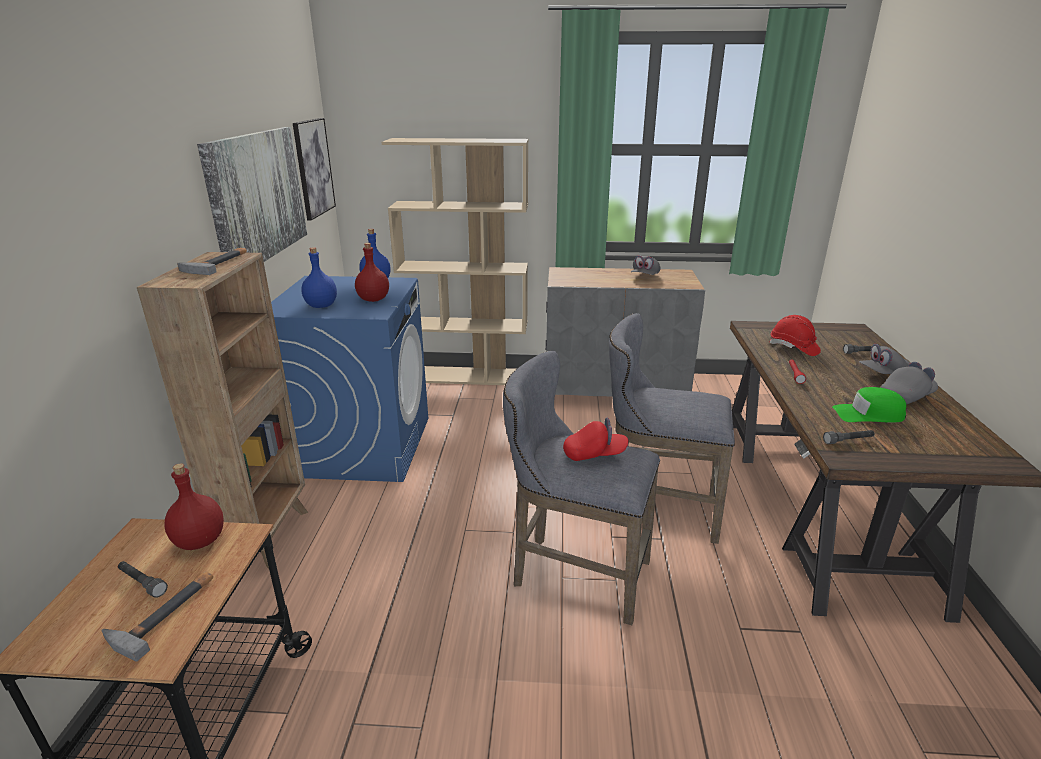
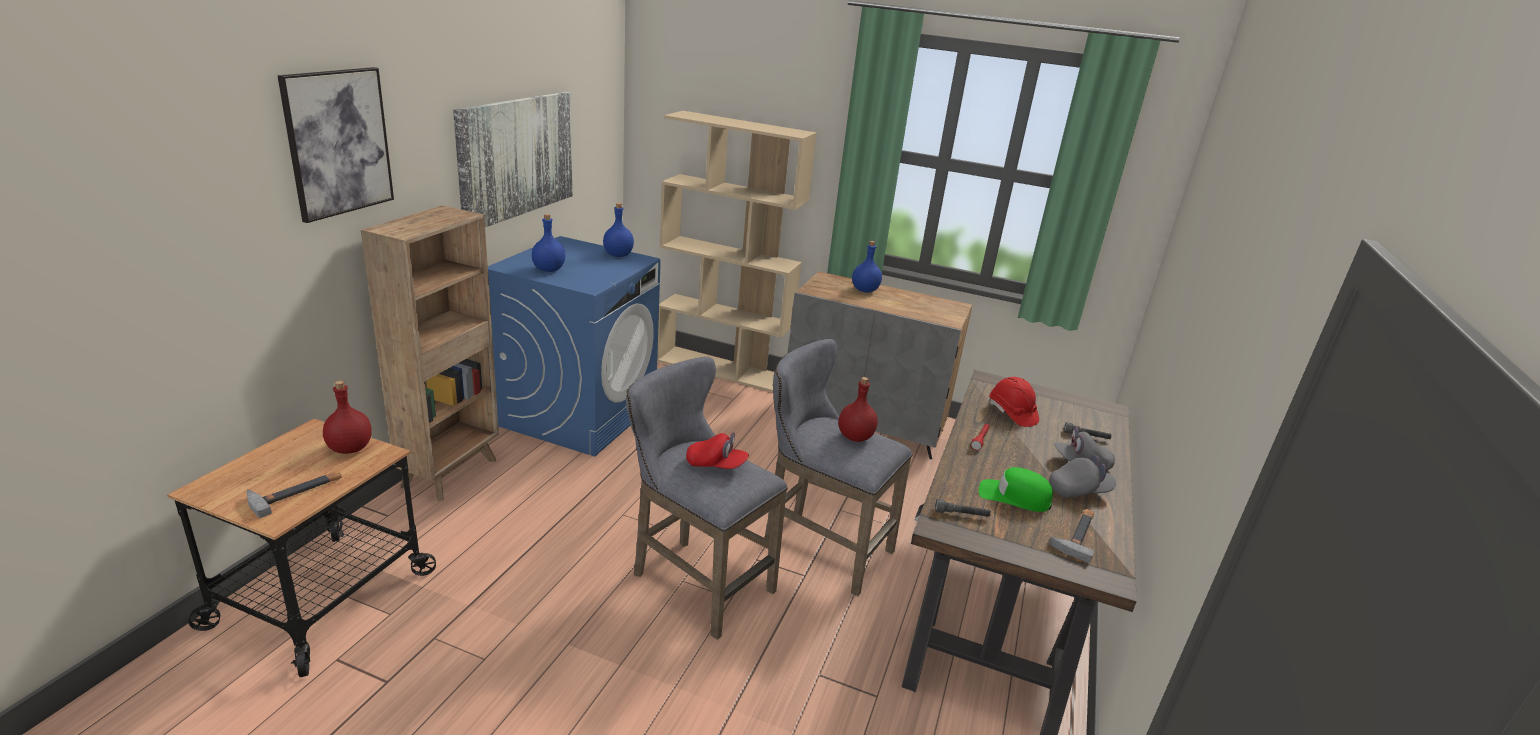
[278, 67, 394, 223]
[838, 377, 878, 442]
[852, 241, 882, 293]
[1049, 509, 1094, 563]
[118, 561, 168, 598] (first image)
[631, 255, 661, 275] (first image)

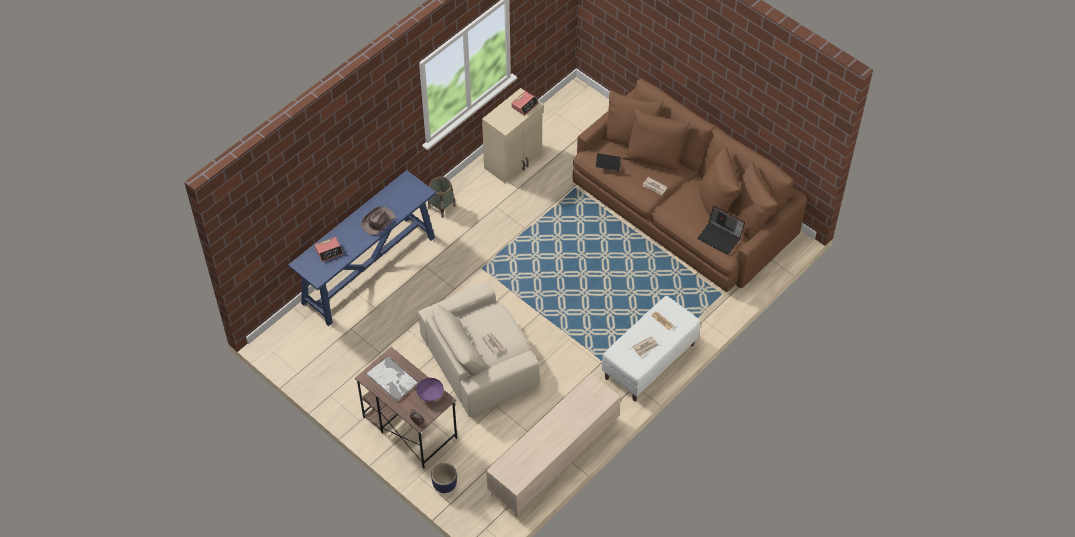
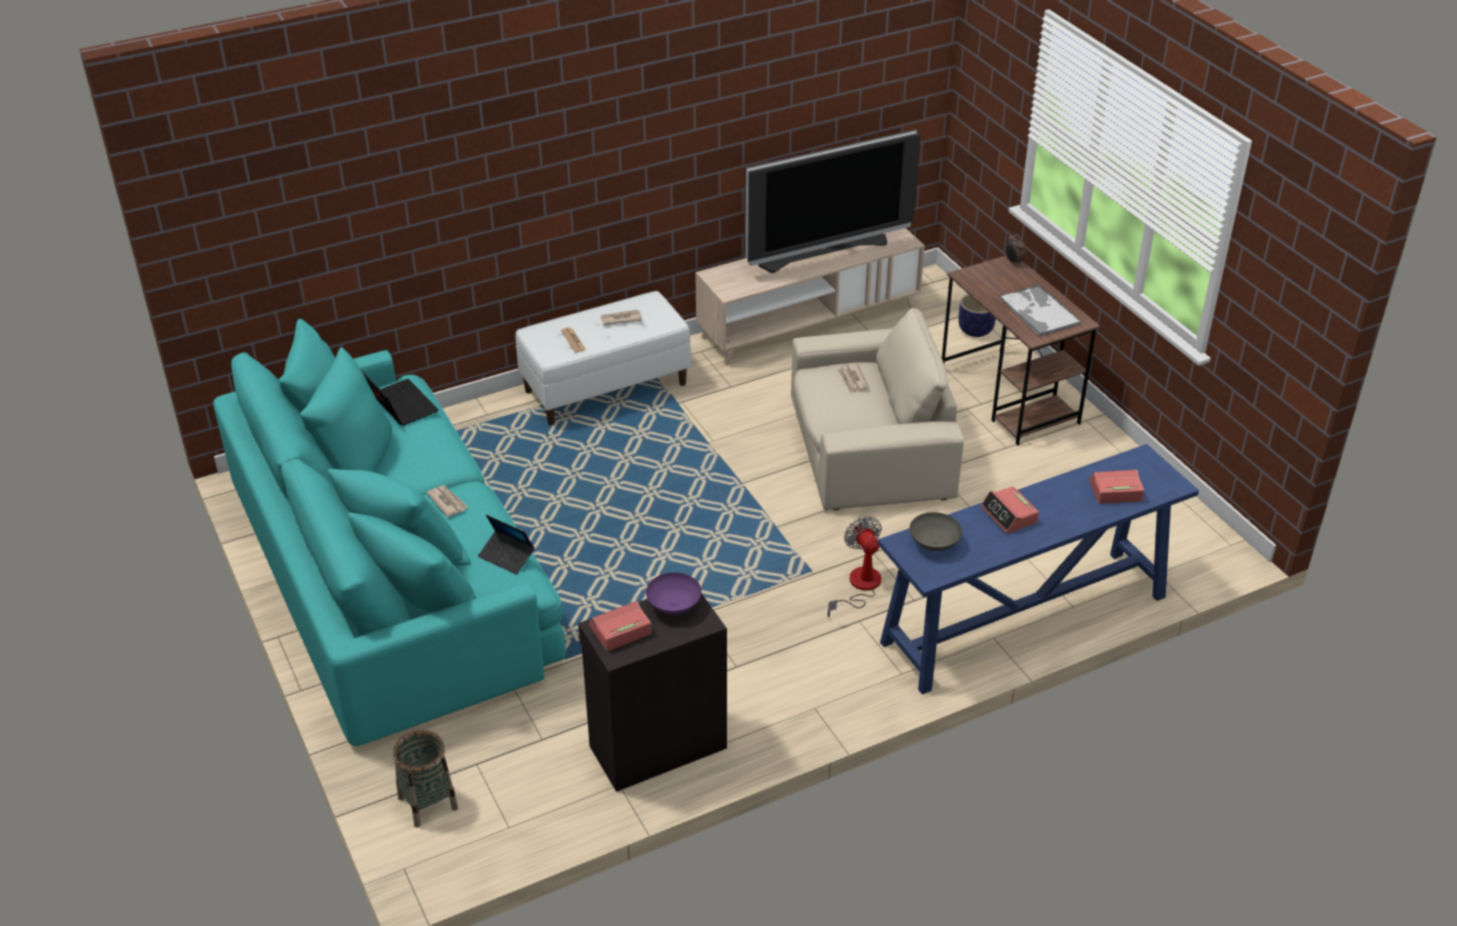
[213, 319, 566, 746]
[393, 730, 458, 828]
[578, 593, 727, 792]
[646, 573, 701, 615]
[745, 129, 921, 273]
[827, 517, 882, 617]
[910, 512, 962, 551]
[981, 486, 1039, 534]

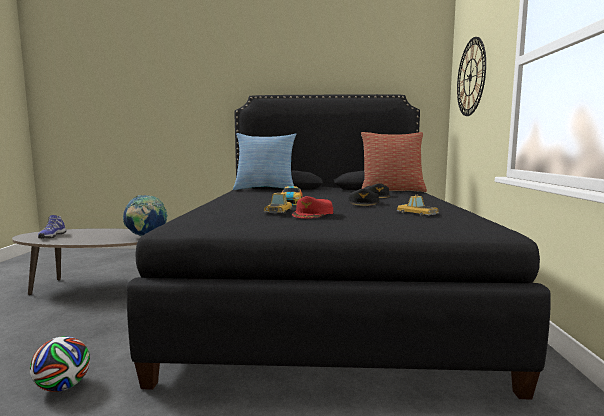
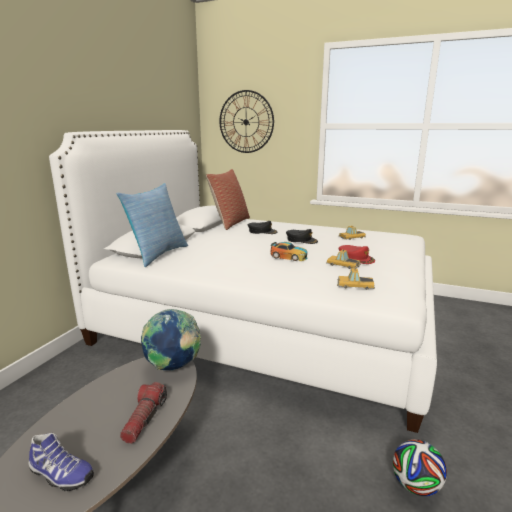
[49, 130, 437, 433]
[120, 382, 167, 444]
[337, 268, 375, 290]

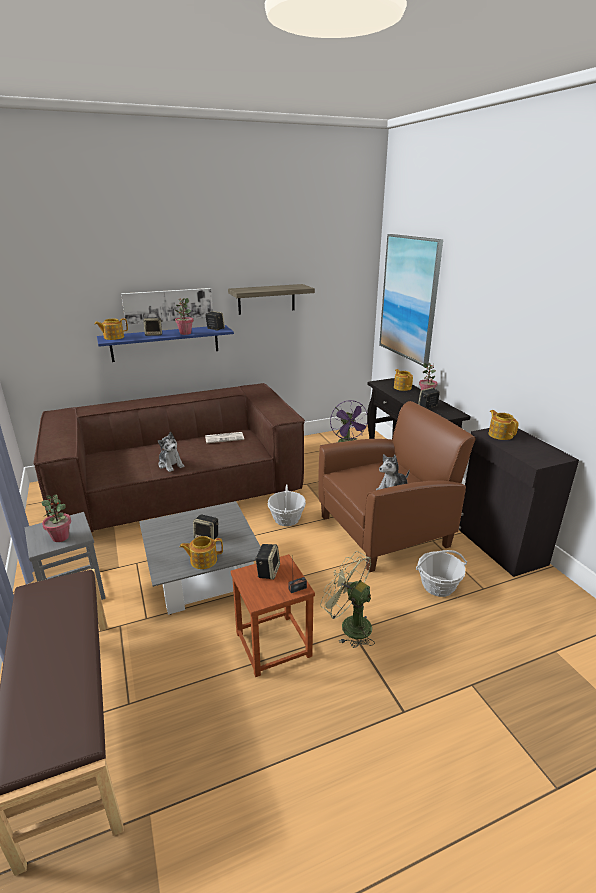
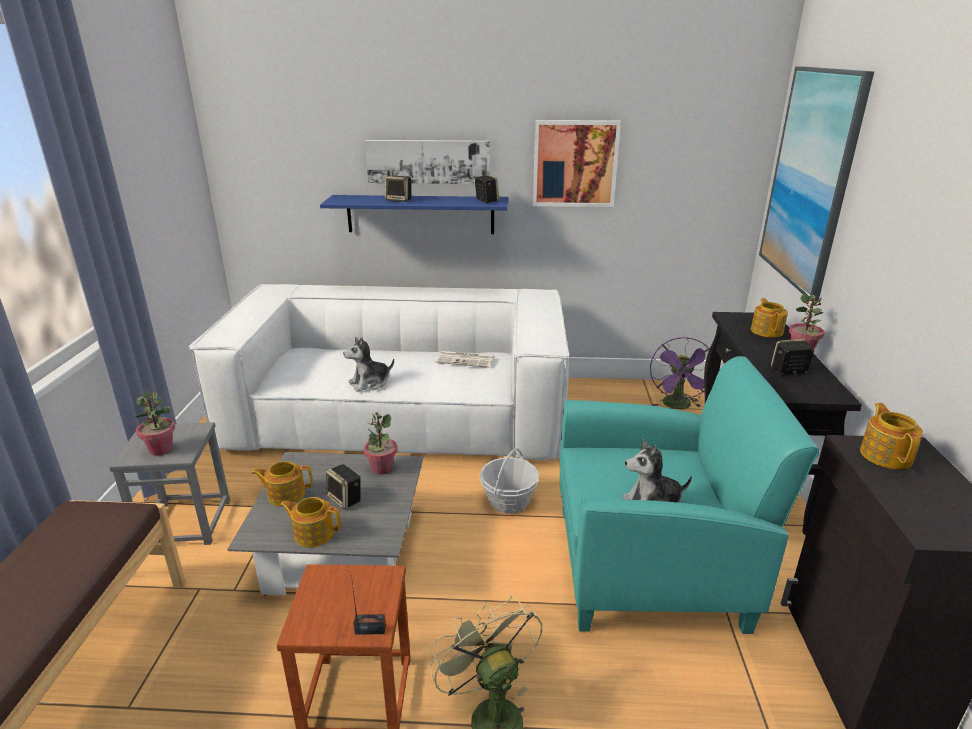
[188, 284, 569, 460]
[251, 461, 313, 506]
[343, 337, 394, 392]
[363, 412, 397, 475]
[533, 120, 621, 207]
[560, 356, 819, 634]
[255, 544, 280, 580] (first image)
[416, 550, 467, 597] (first image)

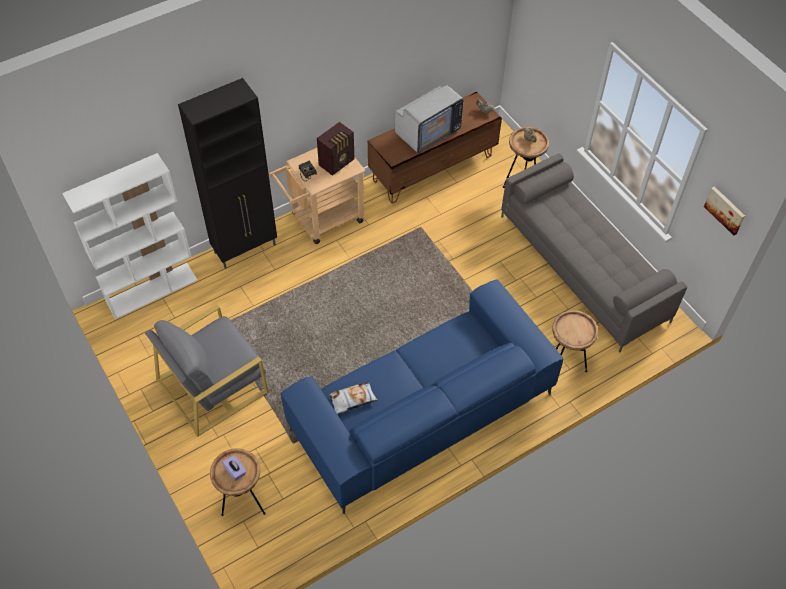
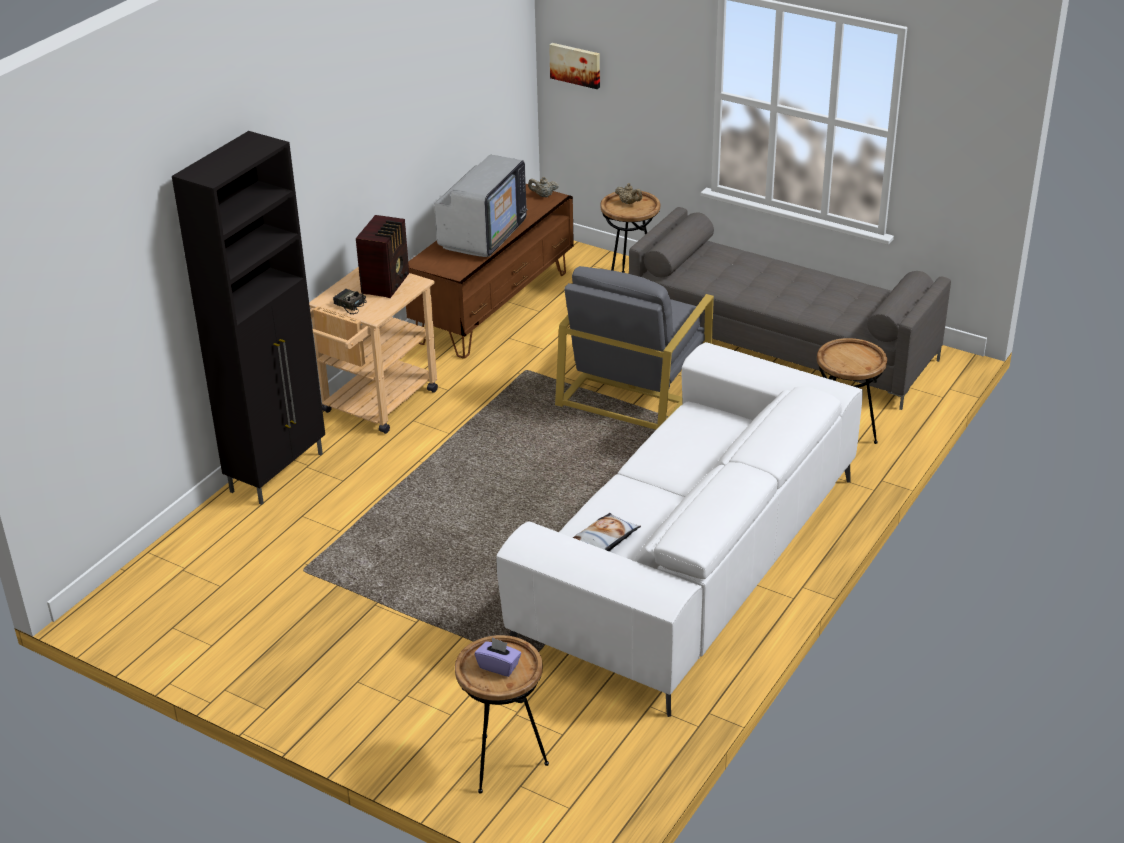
[496, 342, 863, 717]
[549, 43, 600, 89]
[555, 266, 714, 430]
[62, 153, 198, 319] (first image)

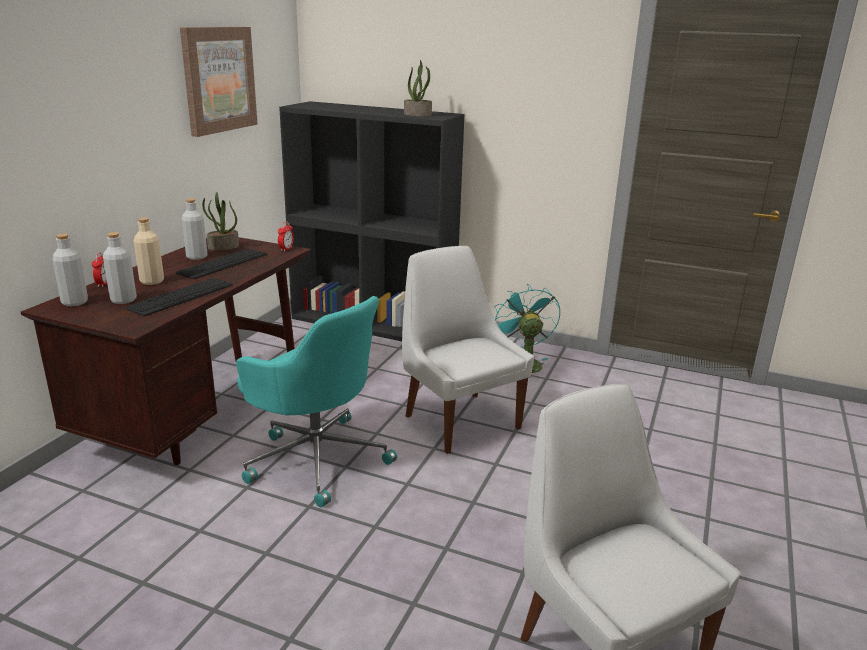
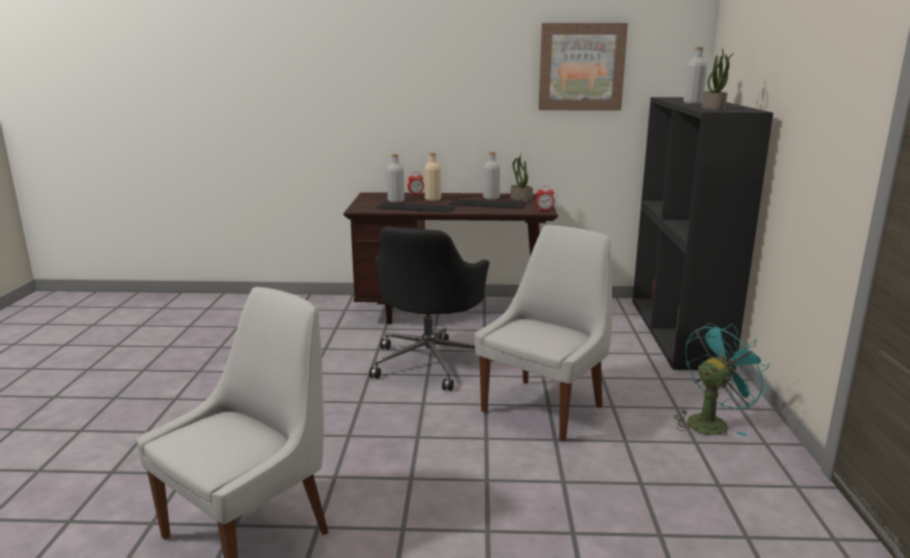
[369, 226, 493, 391]
[683, 47, 707, 104]

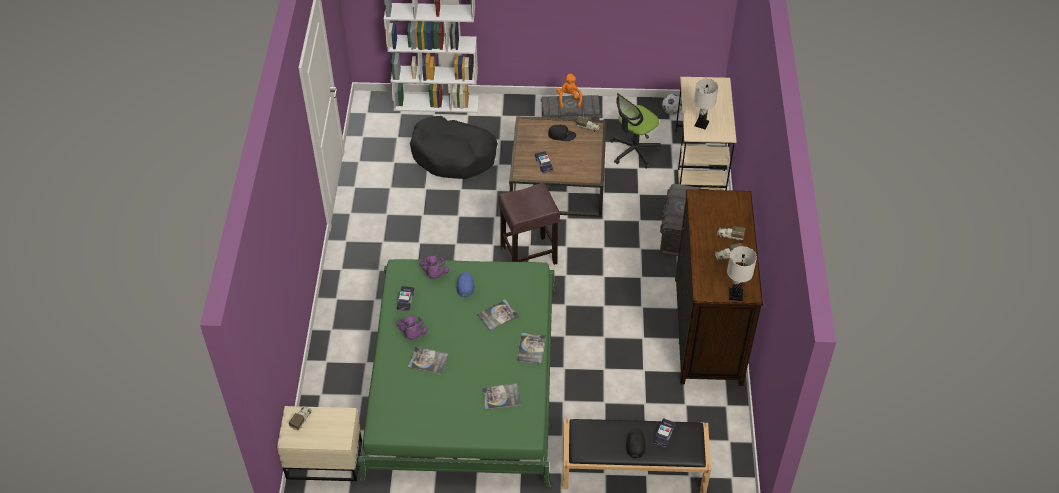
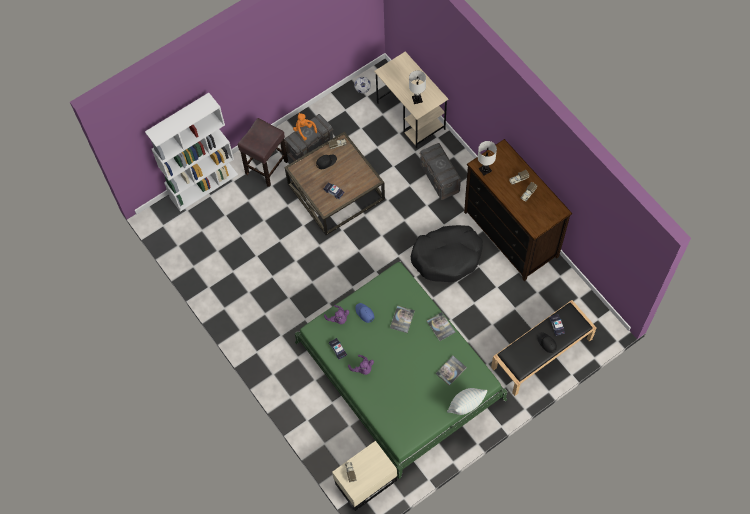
[238, 118, 288, 187]
[411, 225, 483, 282]
[447, 388, 487, 415]
[478, 141, 497, 175]
[408, 347, 449, 375] (first image)
[610, 93, 661, 169] (first image)

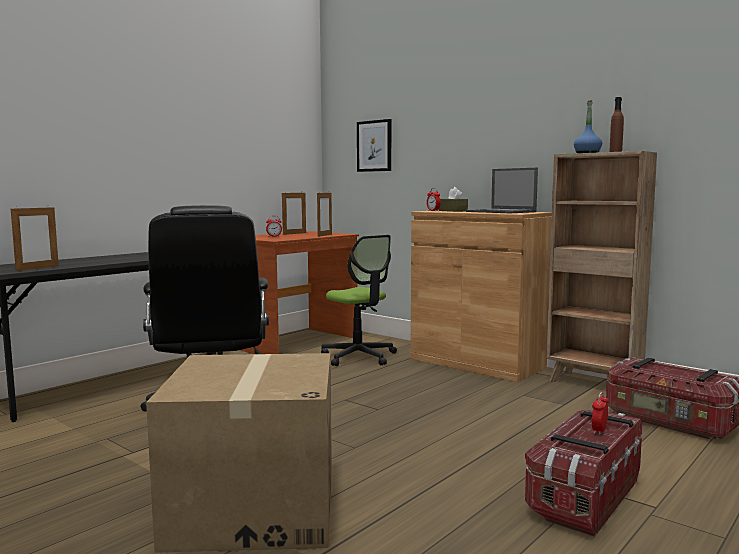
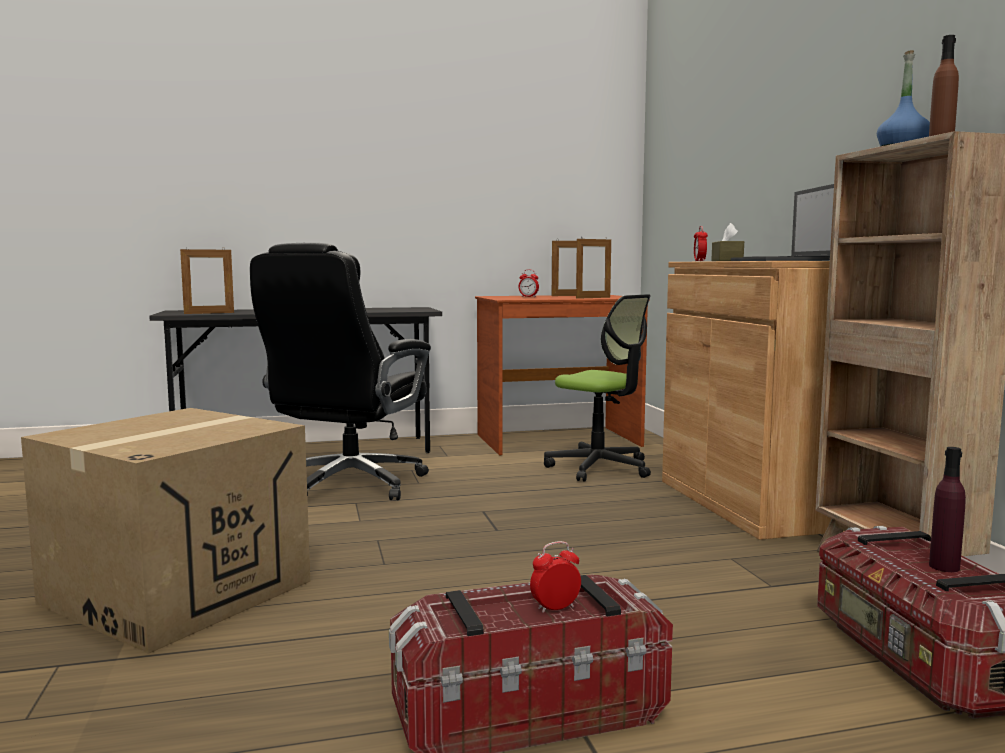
[544, 294, 651, 482]
[929, 447, 966, 572]
[357, 119, 391, 172] (first image)

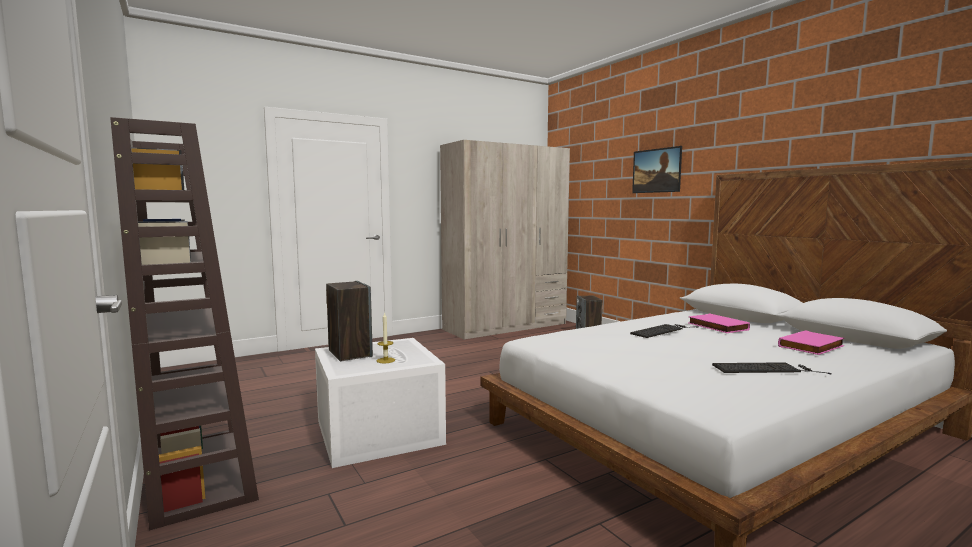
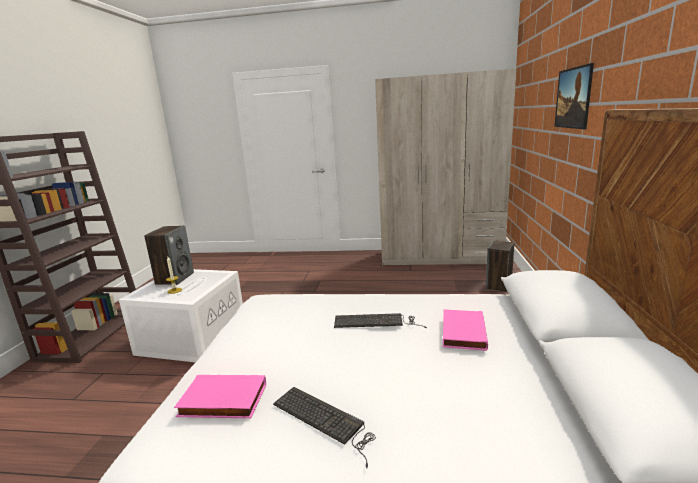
[174, 375, 266, 418]

